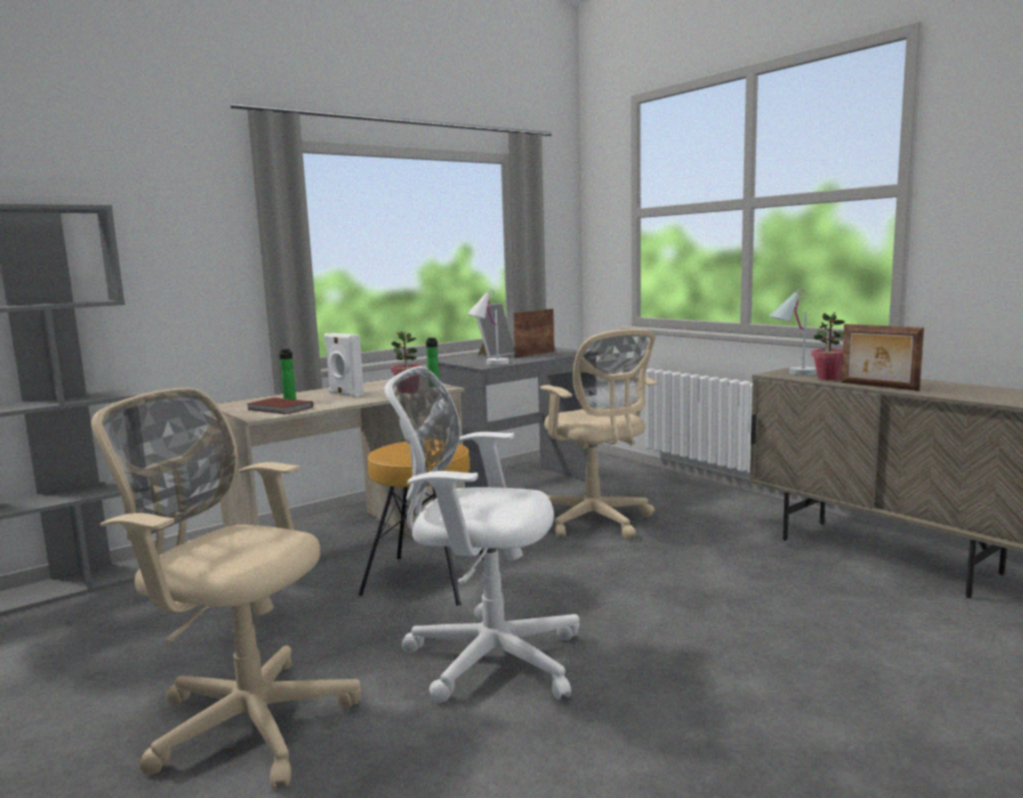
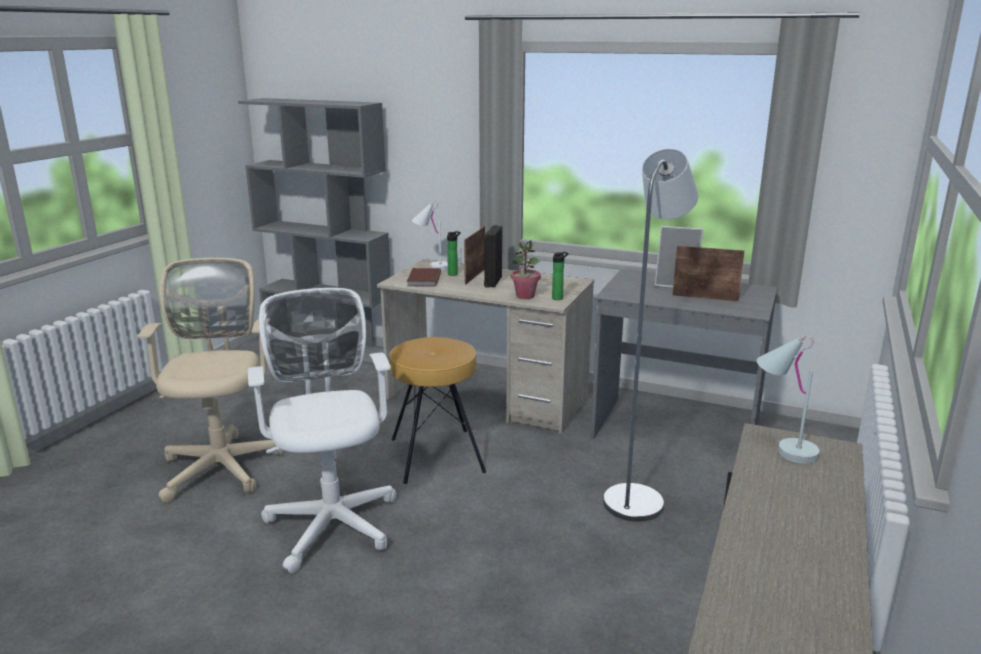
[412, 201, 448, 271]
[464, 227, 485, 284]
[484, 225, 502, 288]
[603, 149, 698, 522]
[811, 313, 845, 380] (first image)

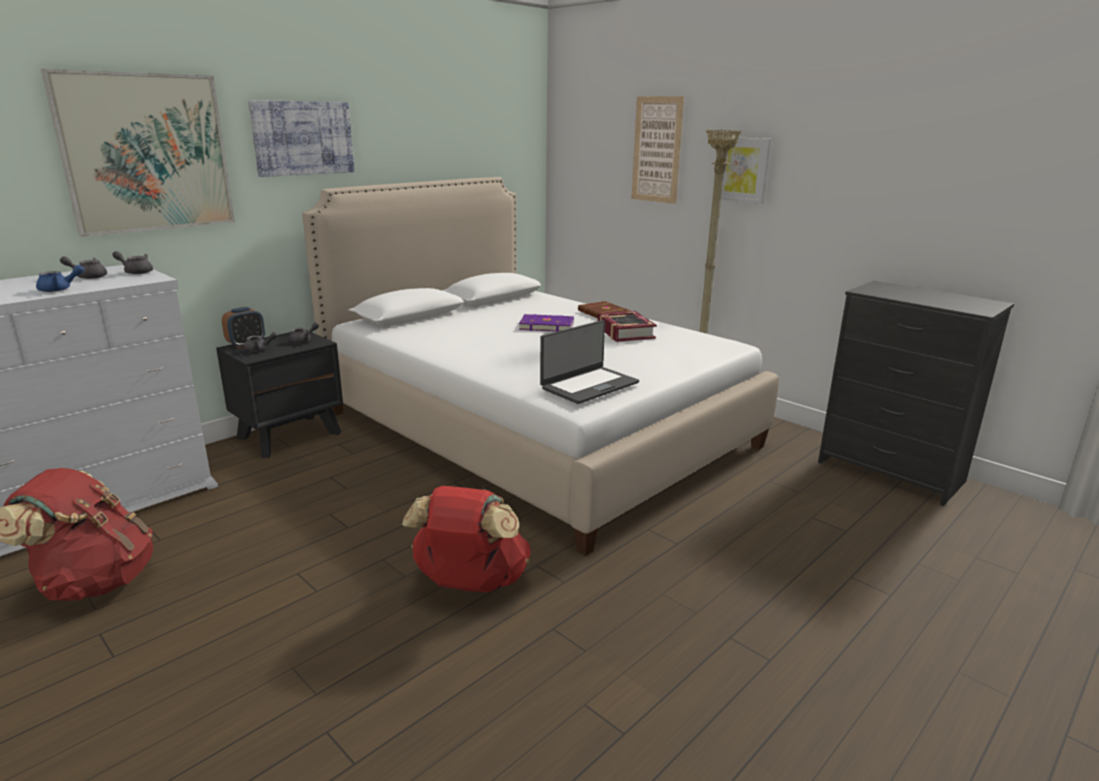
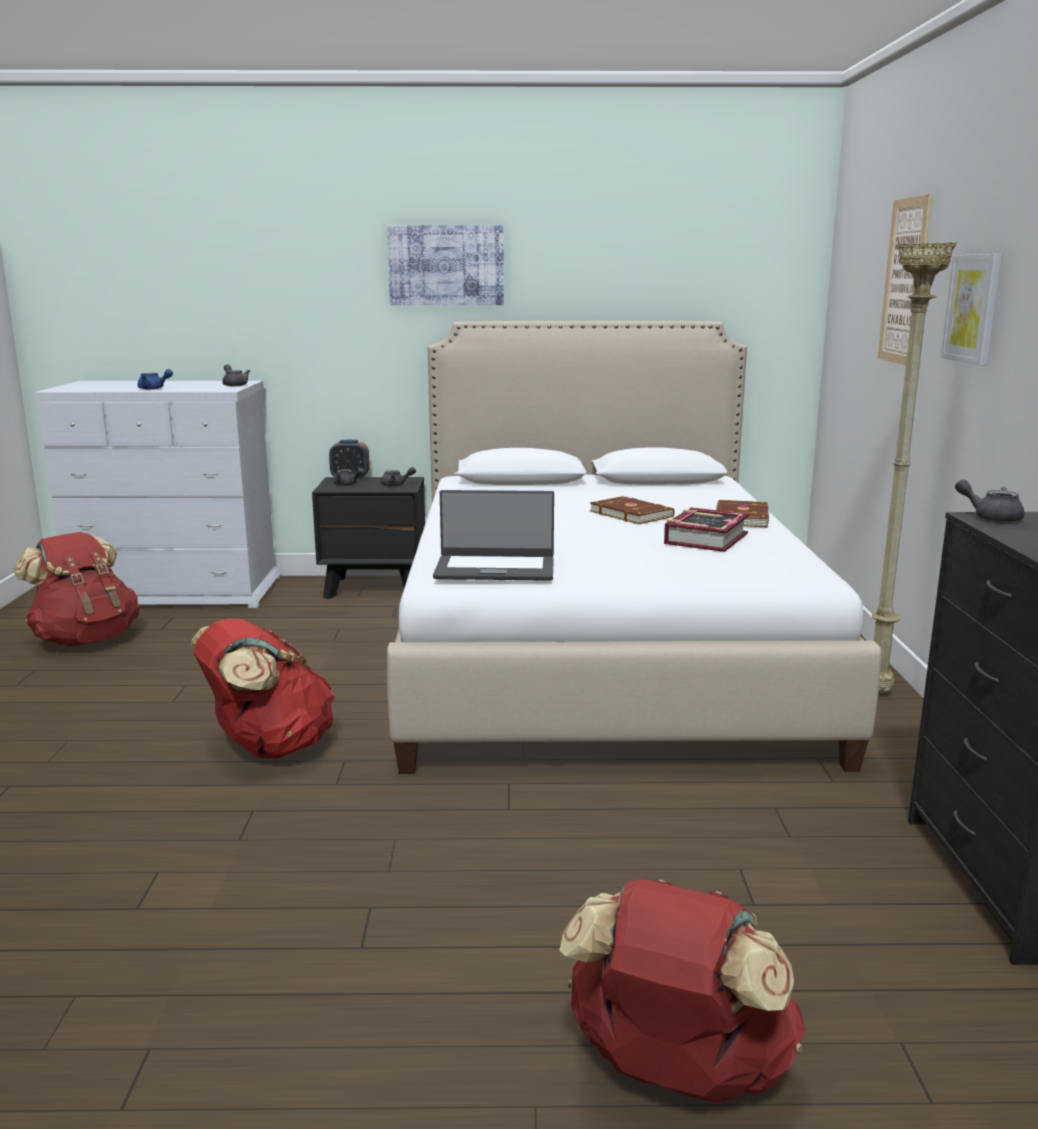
[560, 879, 806, 1103]
[590, 496, 675, 524]
[955, 479, 1024, 522]
[41, 69, 235, 237] (first image)

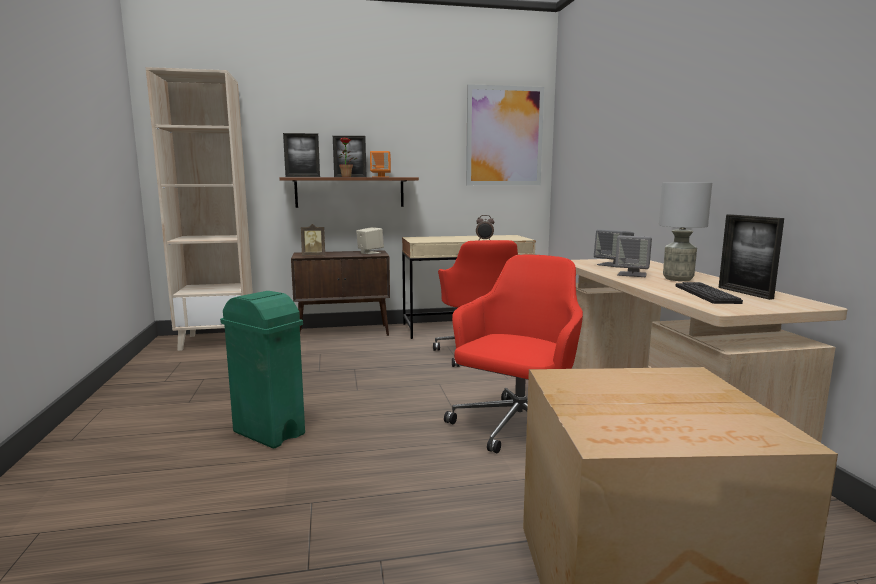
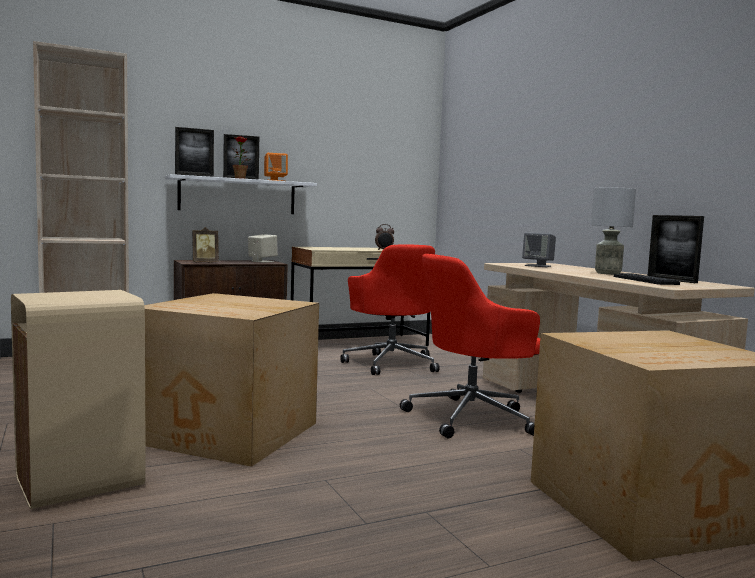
[11, 290, 146, 509]
[144, 293, 319, 467]
[165, 174, 317, 214]
[400, 254, 540, 438]
[466, 84, 544, 185] (first image)
[615, 235, 652, 277] (first image)

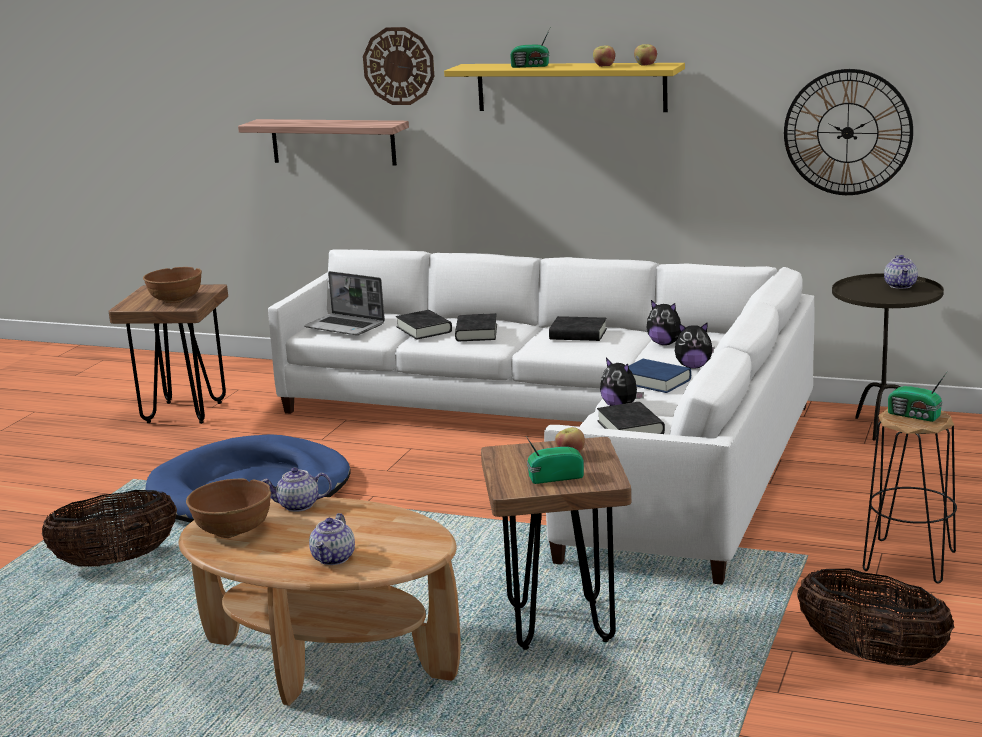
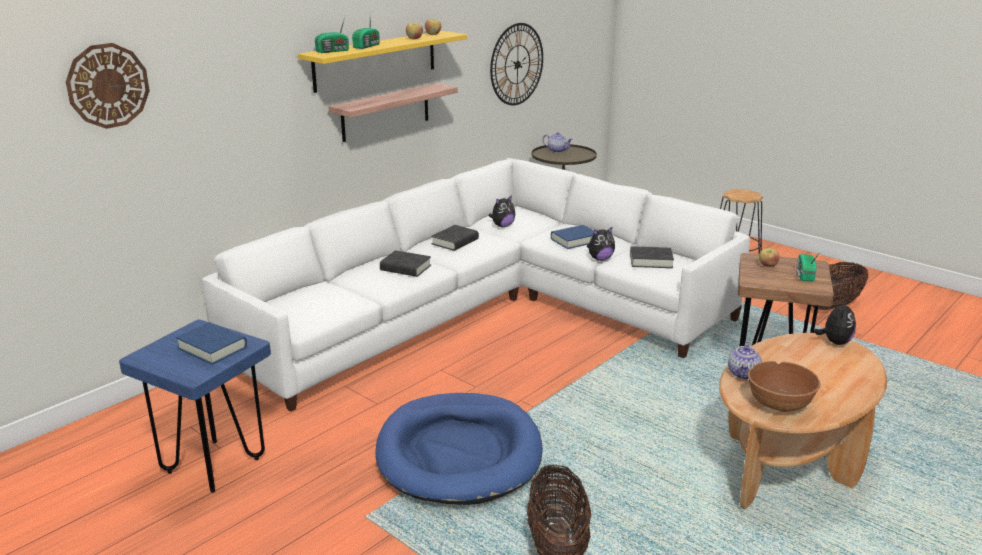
[66, 43, 150, 129]
[119, 320, 271, 493]
[176, 322, 247, 365]
[315, 17, 349, 53]
[328, 83, 458, 142]
[814, 299, 856, 345]
[304, 271, 385, 335] (first image)
[309, 513, 355, 565] (first image)
[396, 310, 452, 340] (first image)

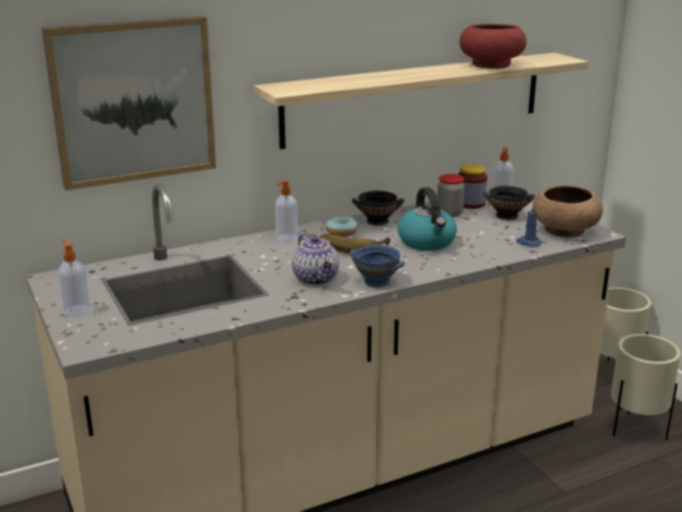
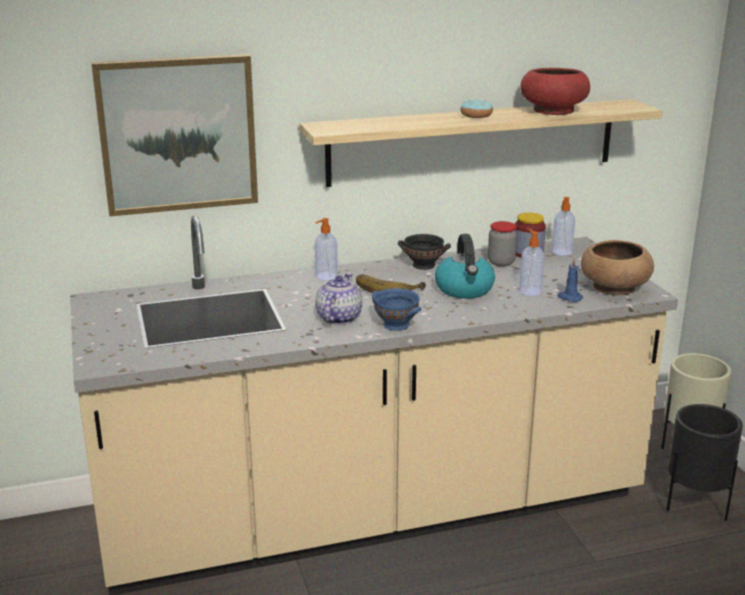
[315, 273, 362, 325]
[460, 100, 493, 118]
[519, 228, 545, 296]
[666, 404, 743, 521]
[483, 186, 535, 220] (first image)

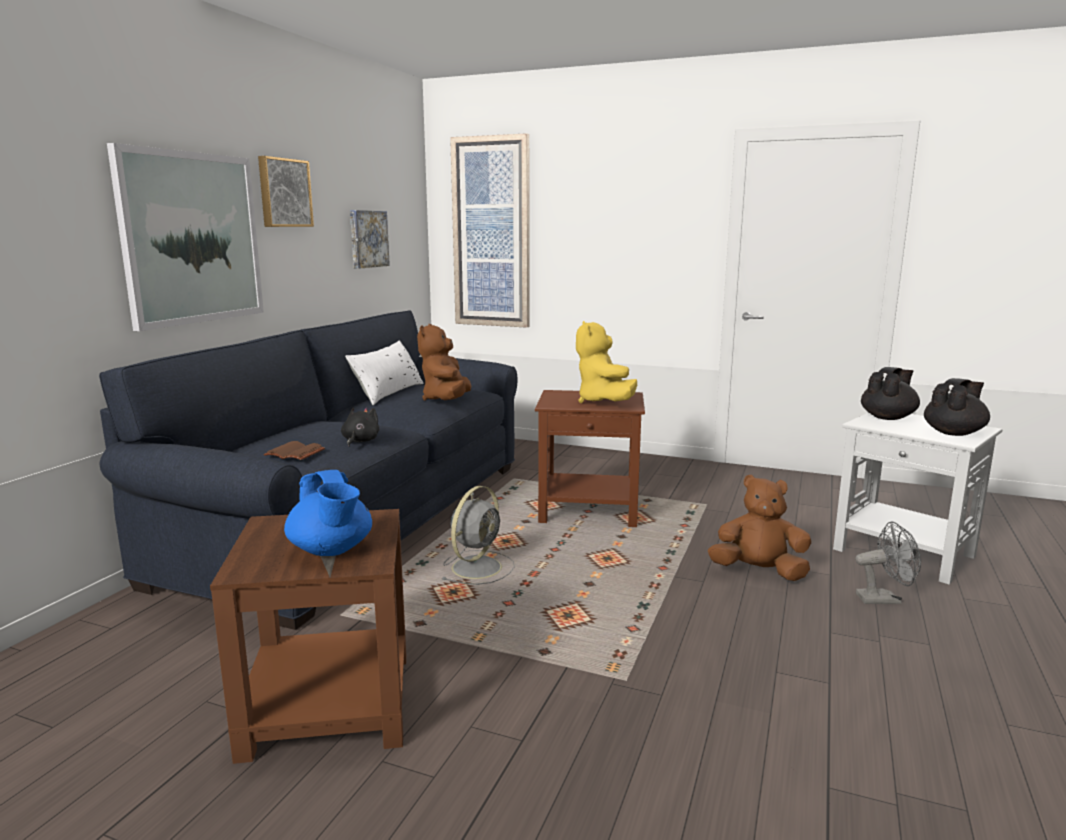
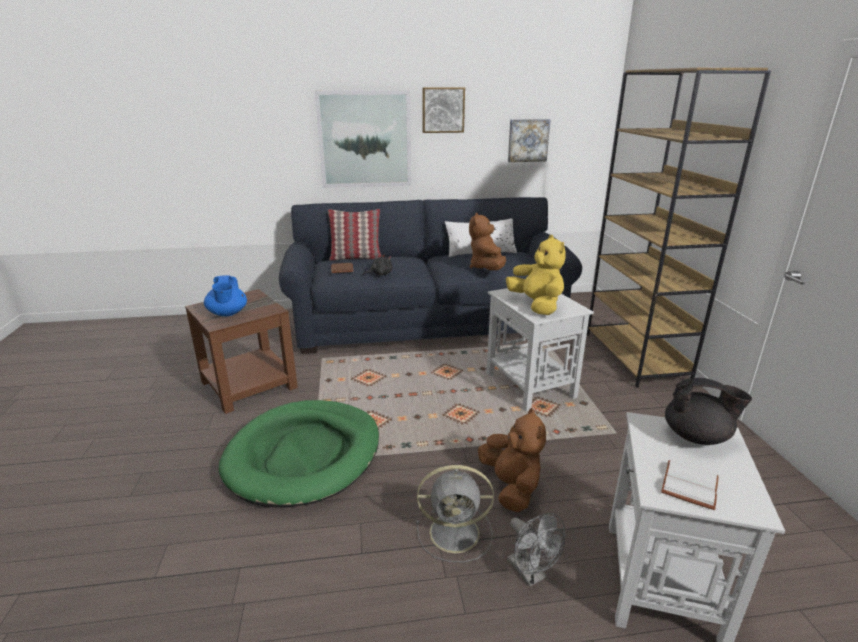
[204, 275, 247, 316]
[218, 400, 379, 508]
[328, 209, 381, 261]
[416, 465, 494, 563]
[469, 213, 506, 270]
[487, 288, 594, 412]
[506, 235, 566, 315]
[587, 68, 771, 388]
[661, 460, 718, 510]
[450, 133, 530, 328] (first image)

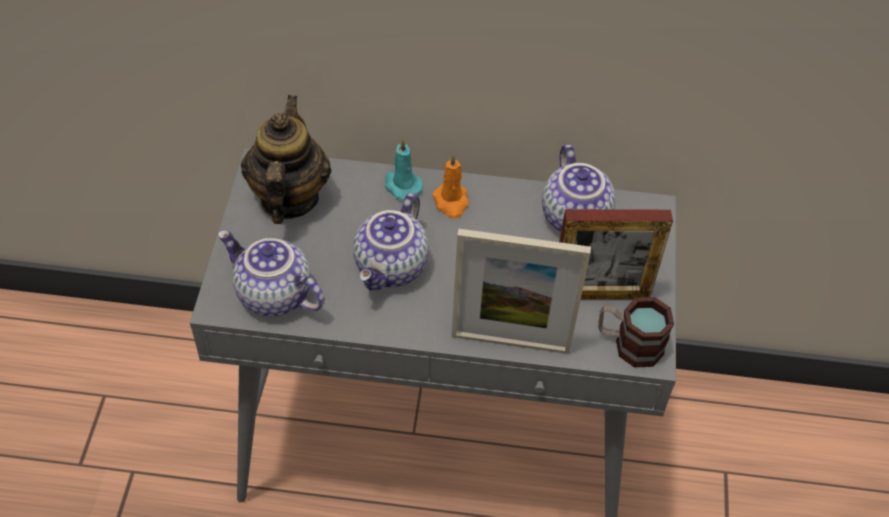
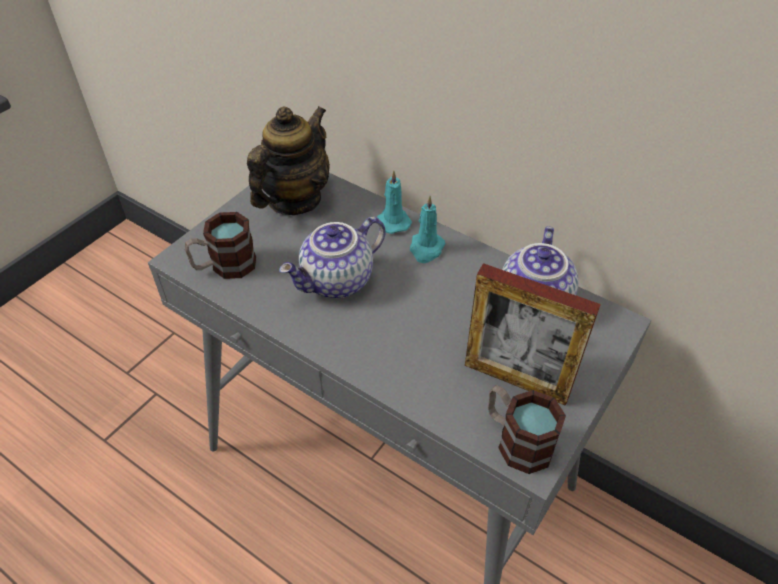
[185, 212, 256, 279]
[410, 196, 446, 263]
[452, 229, 591, 354] (first image)

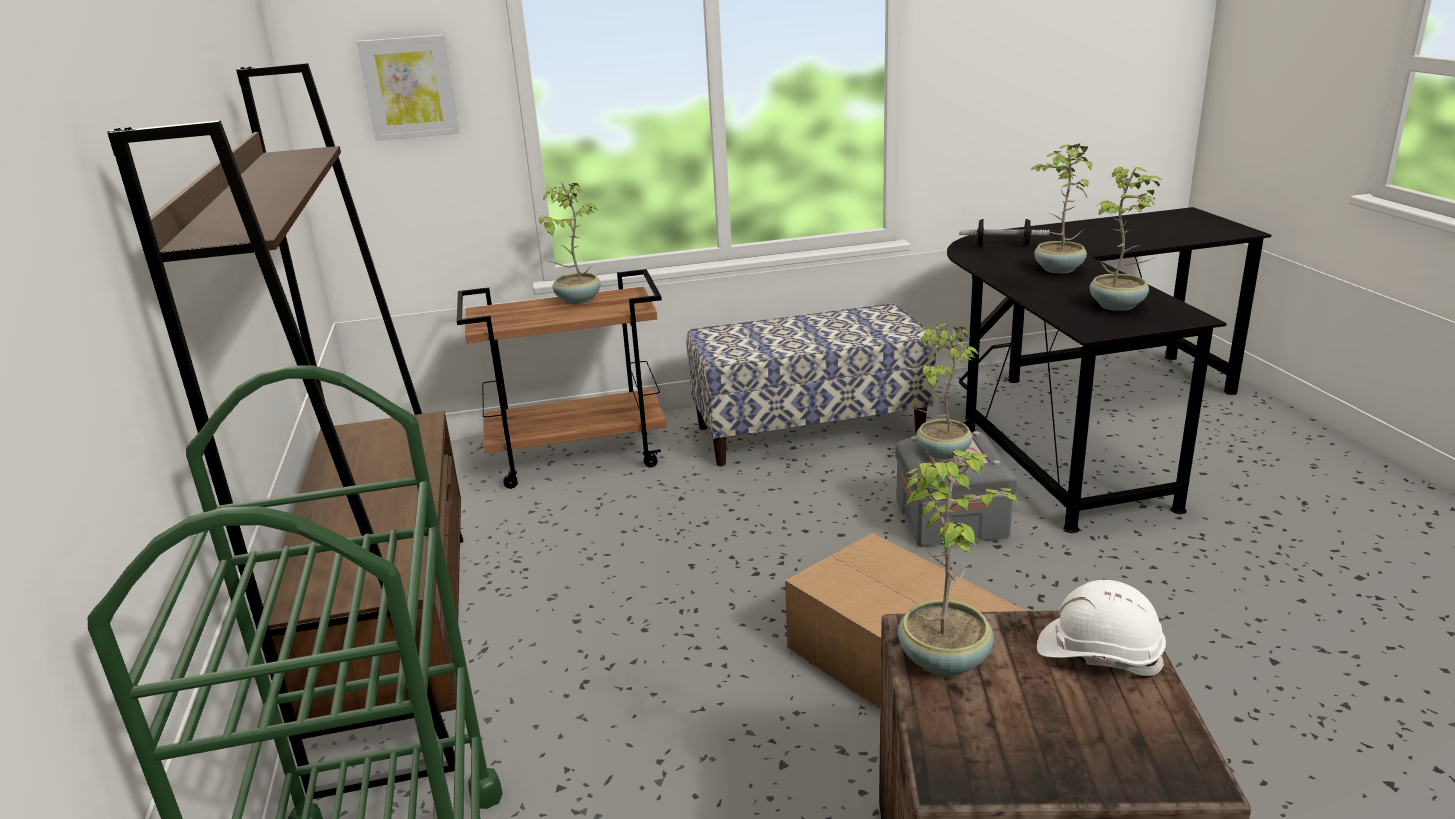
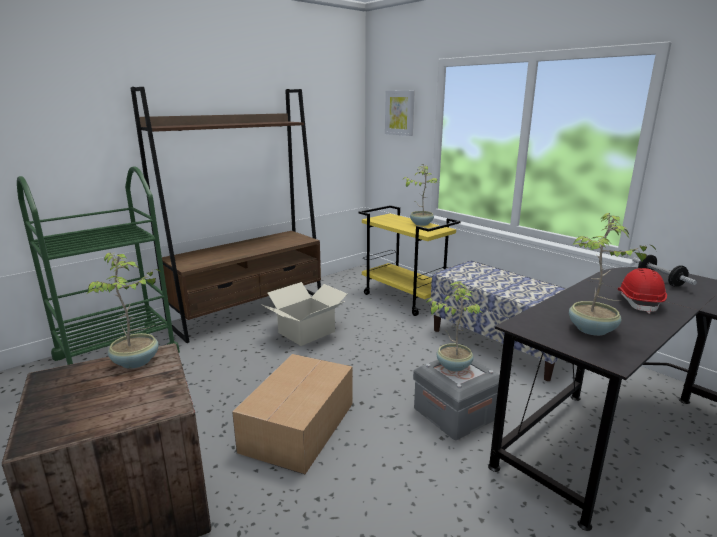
[261, 282, 347, 346]
[359, 205, 461, 316]
[618, 268, 667, 314]
[1037, 580, 1166, 676] (first image)

